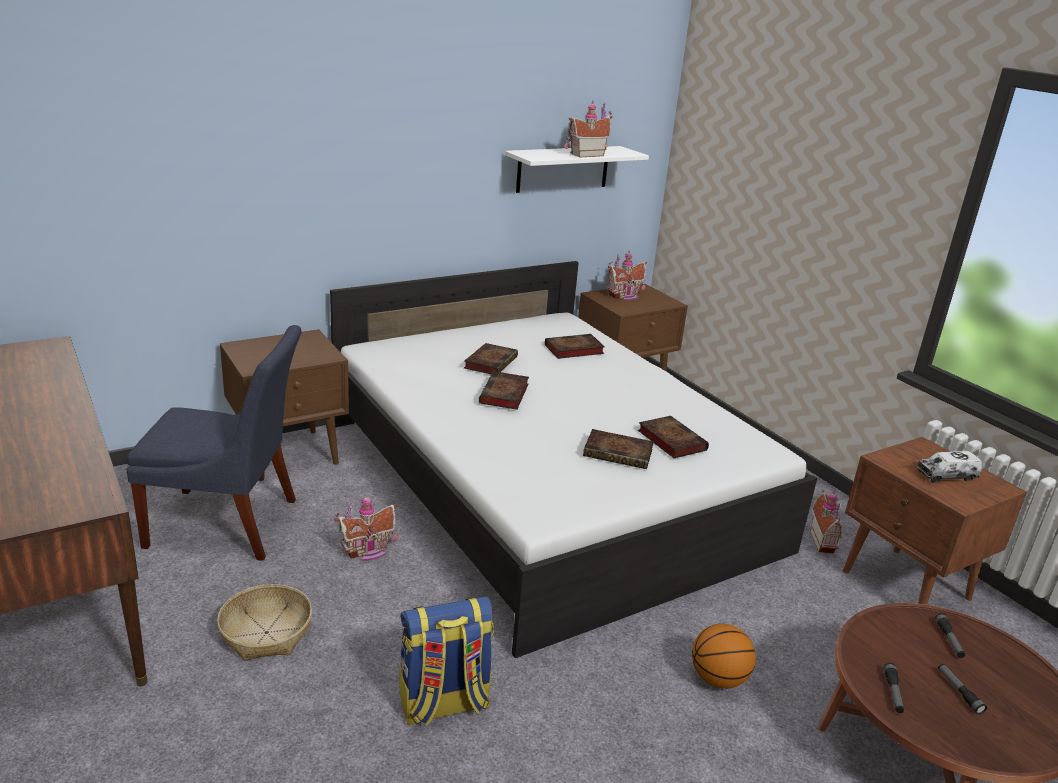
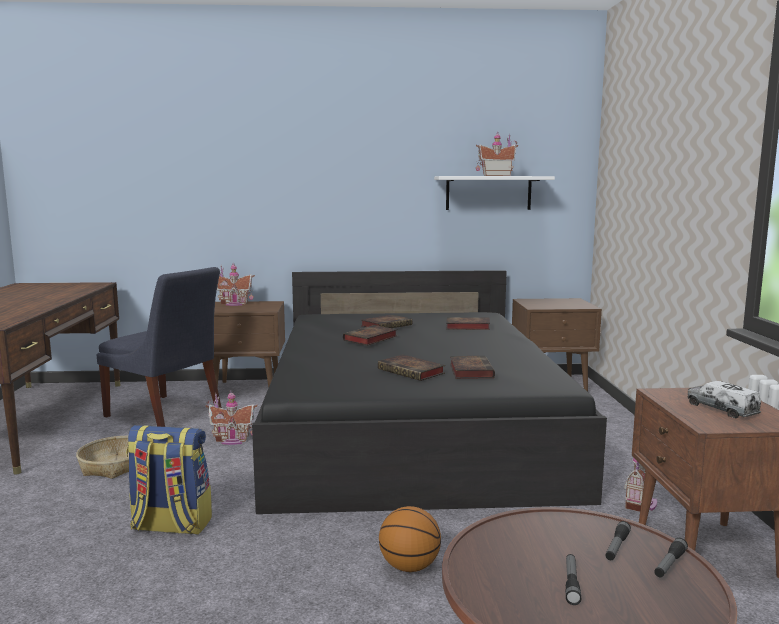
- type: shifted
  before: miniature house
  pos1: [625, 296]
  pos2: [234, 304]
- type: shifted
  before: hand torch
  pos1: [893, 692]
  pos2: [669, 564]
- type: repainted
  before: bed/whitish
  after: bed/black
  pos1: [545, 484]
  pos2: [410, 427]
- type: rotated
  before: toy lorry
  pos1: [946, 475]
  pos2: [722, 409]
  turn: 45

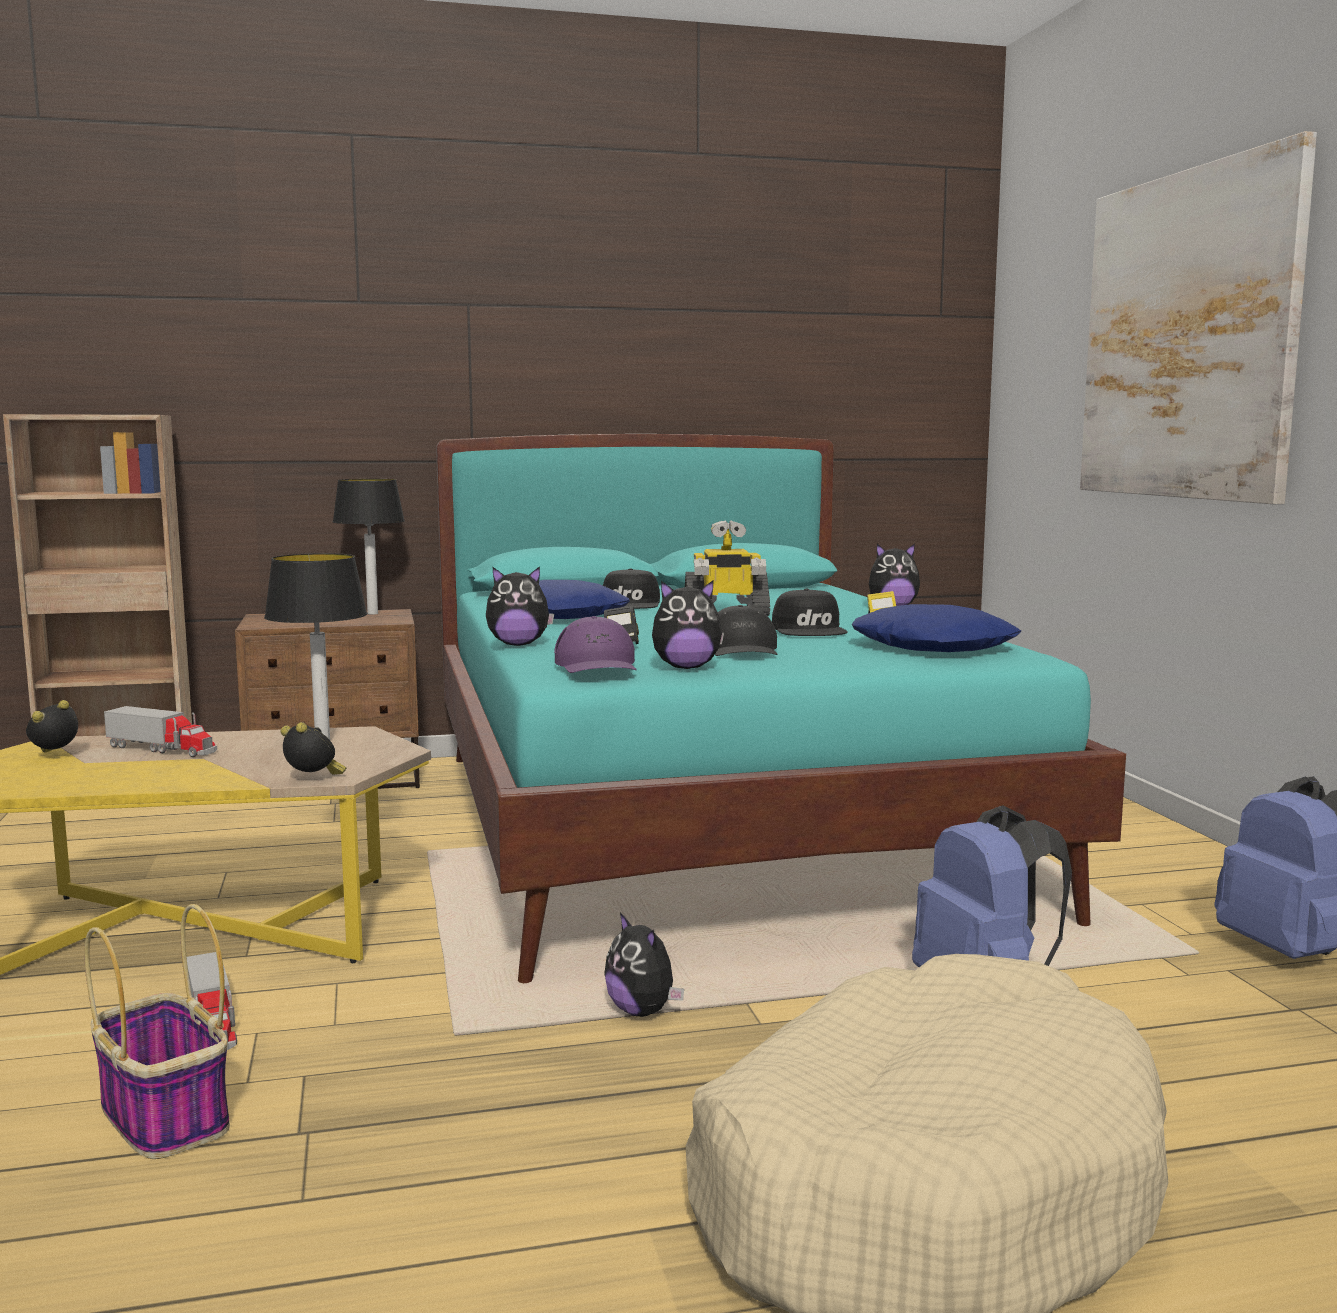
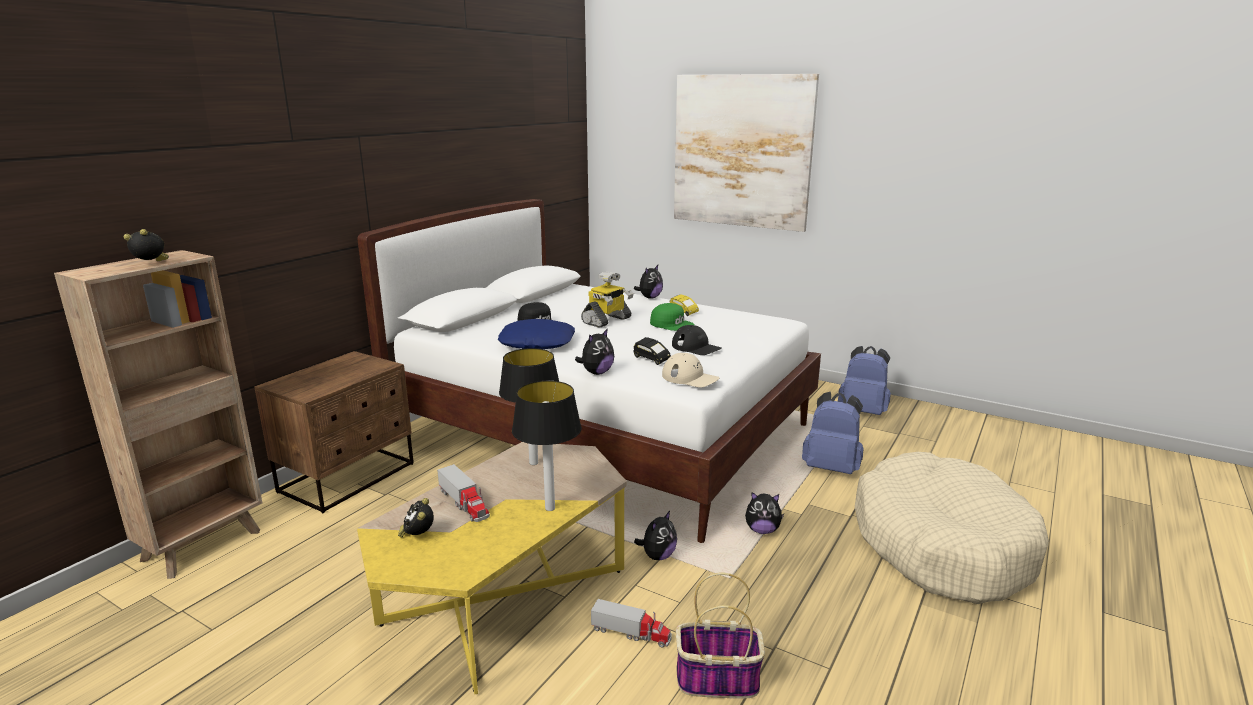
- type: gone
  before: cushion/bluish
  pos1: [934, 647]
- type: shifted
  before: alarm clock
  pos1: [313, 780]
  pos2: [152, 264]
- type: shifted
  before: lamp for a table
  pos1: [373, 613]
  pos2: [549, 508]
- type: shifted
  before: soft toy
  pos1: [686, 668]
  pos2: [657, 556]
- type: repainted
  before: bed/turquoise
  after: bed/whitish
  pos1: [711, 826]
  pos2: [603, 431]
- type: repainted
  before: cap/purplish
  after: cap/beige
  pos1: [597, 665]
  pos2: [690, 378]
- type: repainted
  before: cap/black
  after: cap/green
  pos1: [810, 630]
  pos2: [672, 324]
- type: rotated
  before: toy lorry
  pos1: [162, 749]
  pos2: [464, 503]
  turn: 75

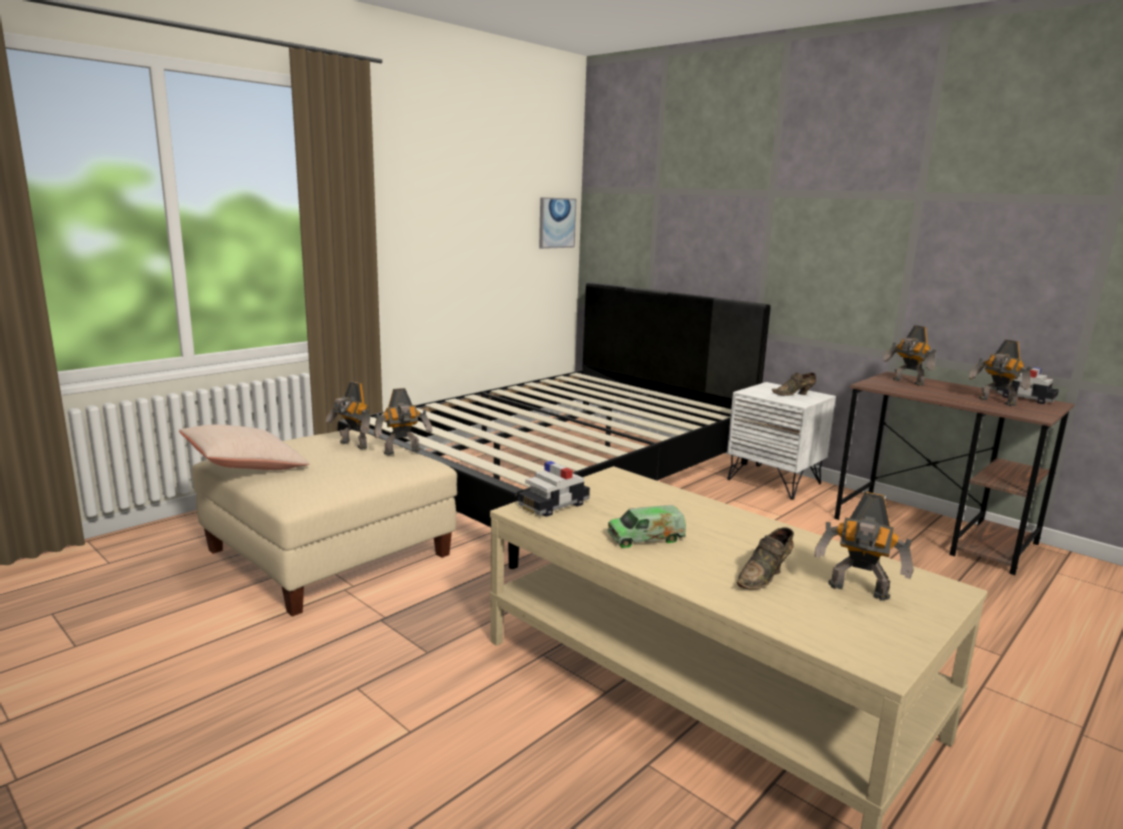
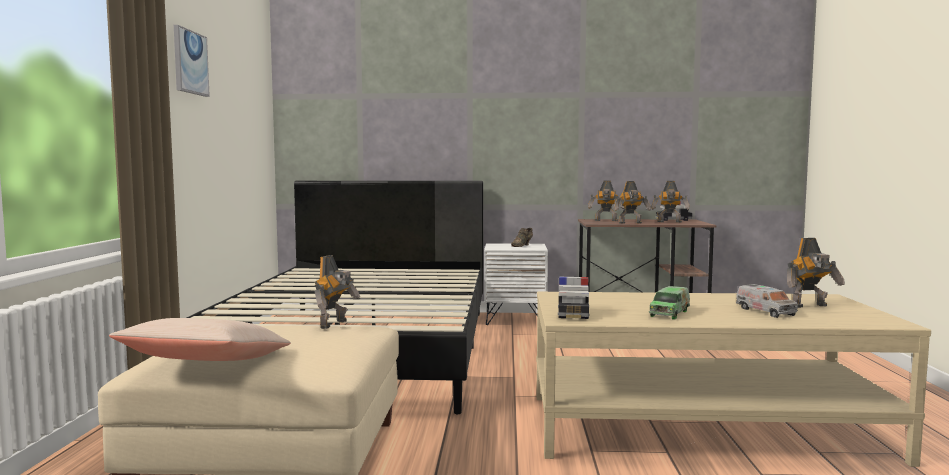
- type: shifted
  before: model robot
  pos1: [352, 445]
  pos2: [631, 223]
- type: shifted
  before: wall art
  pos1: [556, 223]
  pos2: [190, 62]
- type: swapped
  before: item of footwear/brown
  after: toy lorry
  pos1: [765, 577]
  pos2: [765, 311]

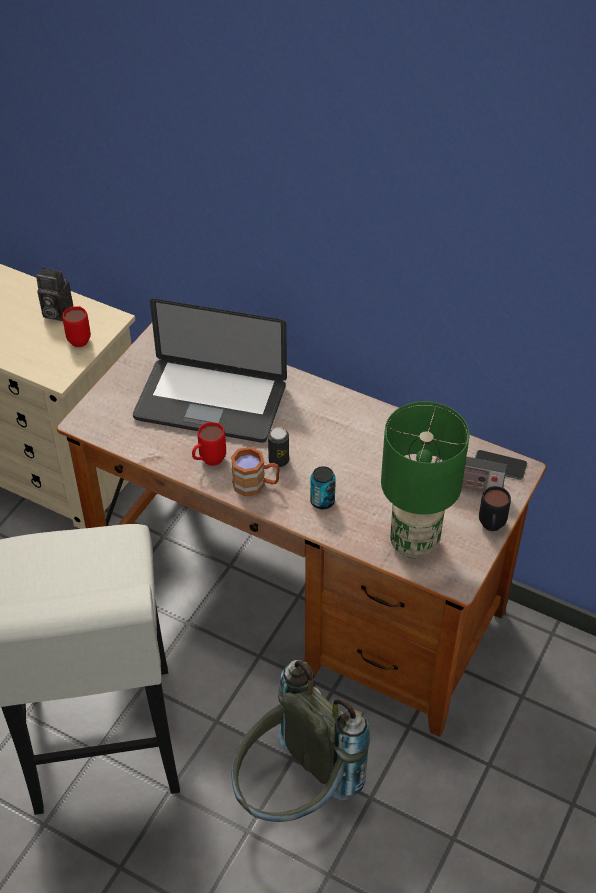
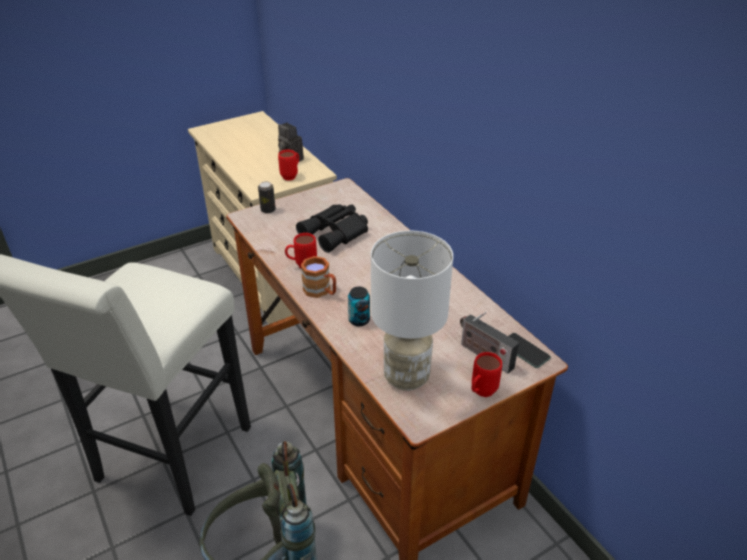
- type: shifted
  before: metal can
  pos1: [278, 460]
  pos2: [268, 210]
- type: swapped
  before: portable computer
  after: pair of binoculars/black
  pos1: [210, 402]
  pos2: [336, 233]
- type: repainted
  before: lamp for a table/green
  after: lamp for a table/whitish
  pos1: [414, 541]
  pos2: [406, 376]
- type: repainted
  before: tea mug/black
  after: tea mug/red
  pos1: [491, 528]
  pos2: [480, 393]

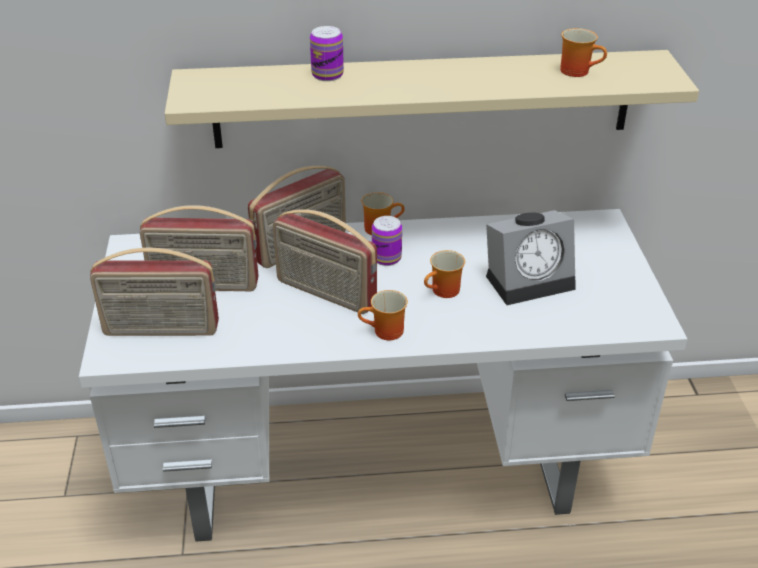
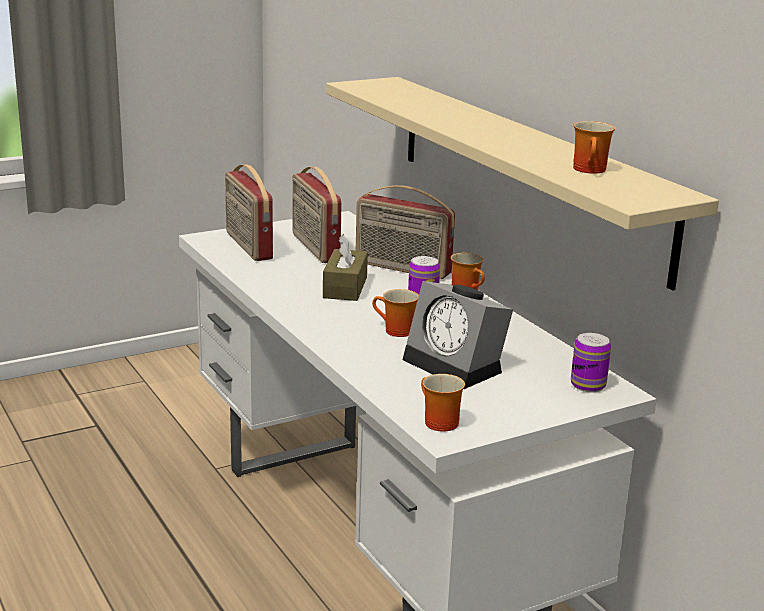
- type: shifted
  before: metal can
  pos1: [327, 75]
  pos2: [588, 385]
- type: shifted
  before: tea mug
  pos1: [385, 333]
  pos2: [436, 422]
- type: swapped
  before: radio set
  after: tissue holder/brown
  pos1: [325, 293]
  pos2: [345, 287]

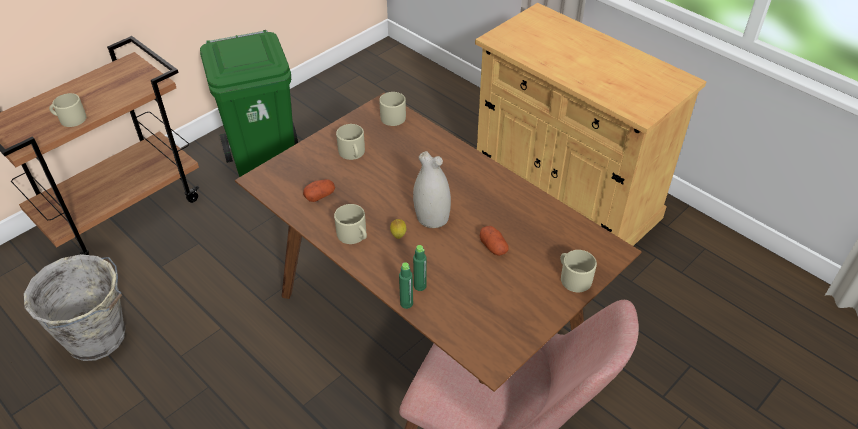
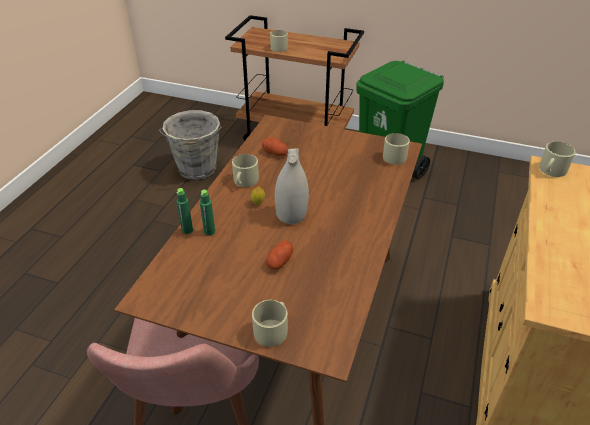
- type: shifted
  before: tea mug/beige
  pos1: [352, 153]
  pos2: [551, 170]

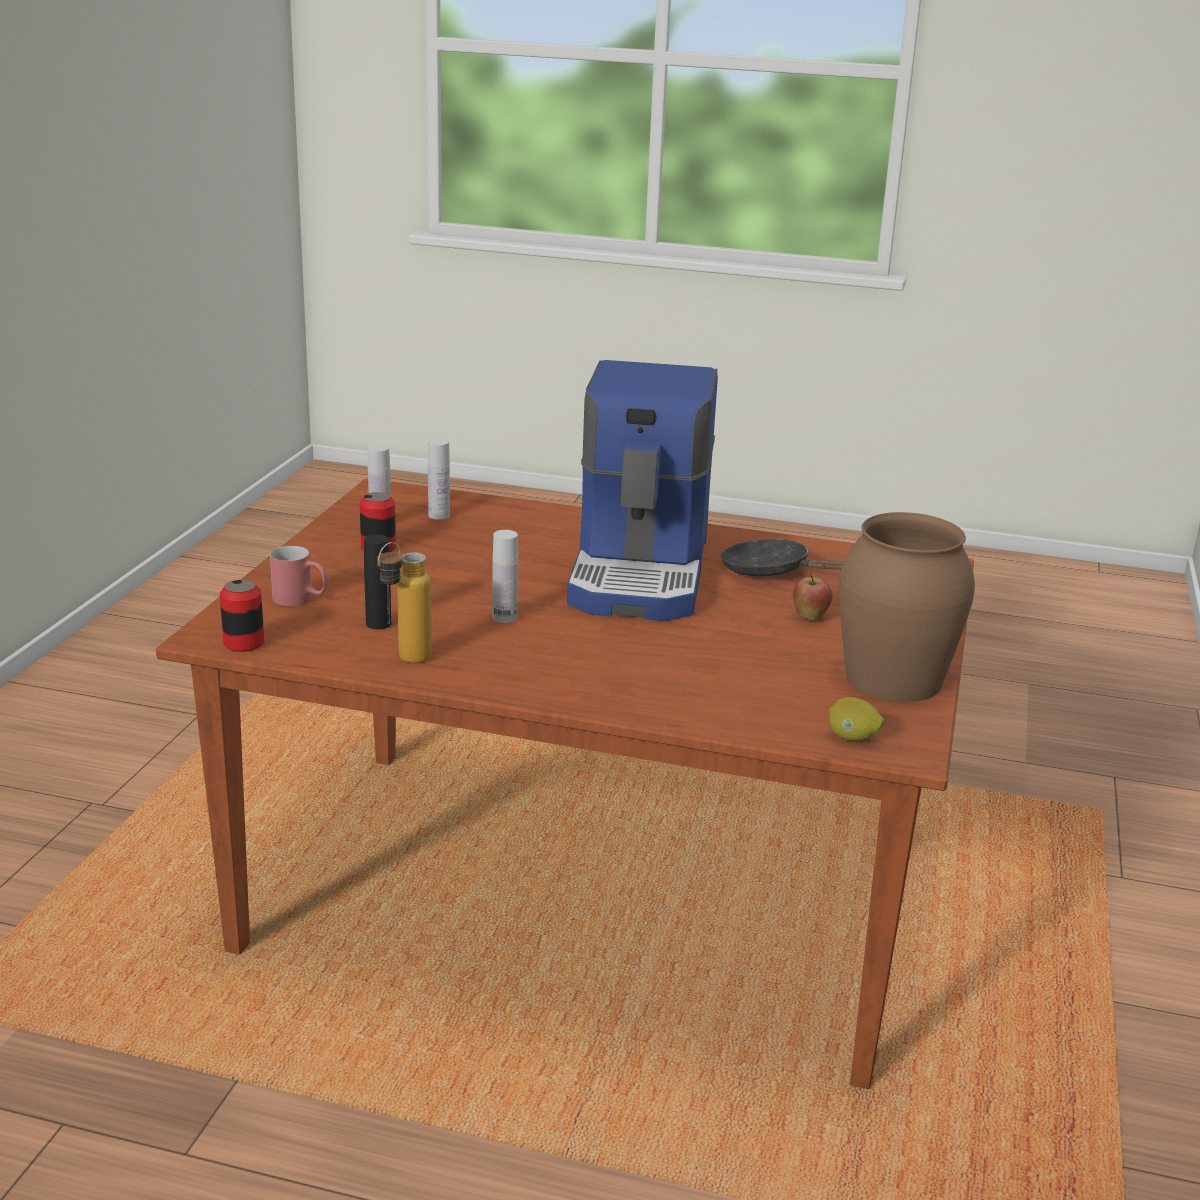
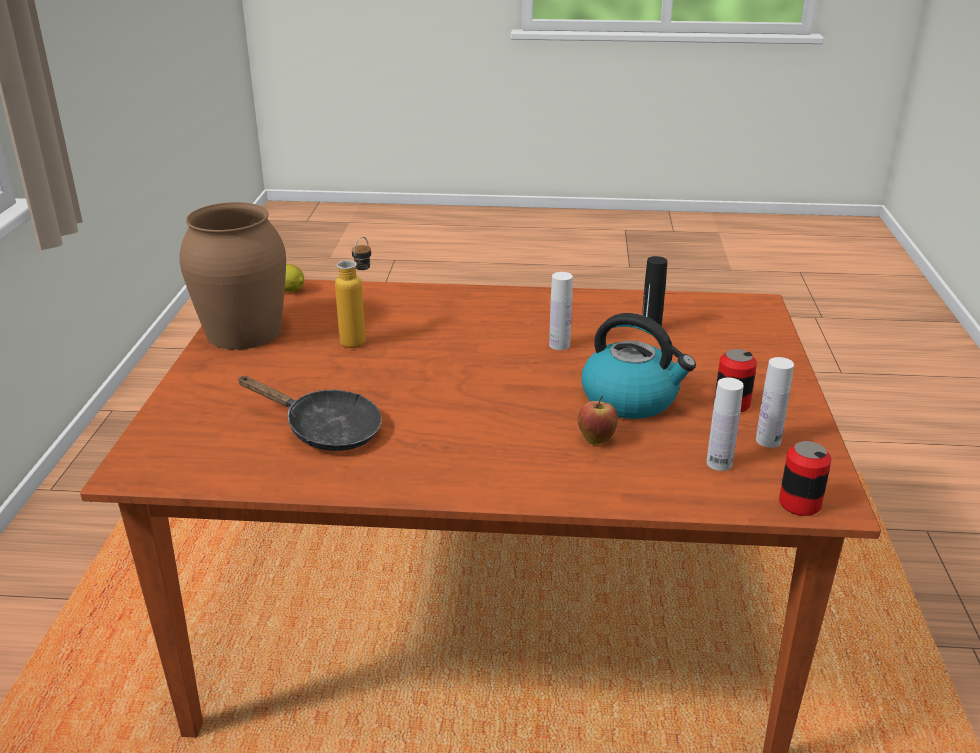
- type: gone
  before: tea mug/red
  pos1: [301, 600]
- type: gone
  before: coffee maker
  pos1: [642, 572]
- type: new
  after: tea kettle
  pos2: [631, 399]
- type: shifted
  before: metal can
  pos1: [244, 643]
  pos2: [799, 504]
- type: shifted
  before: drink bottle
  pos1: [404, 661]
  pos2: [359, 338]
- type: shifted
  before: apple
  pos1: [810, 618]
  pos2: [596, 440]

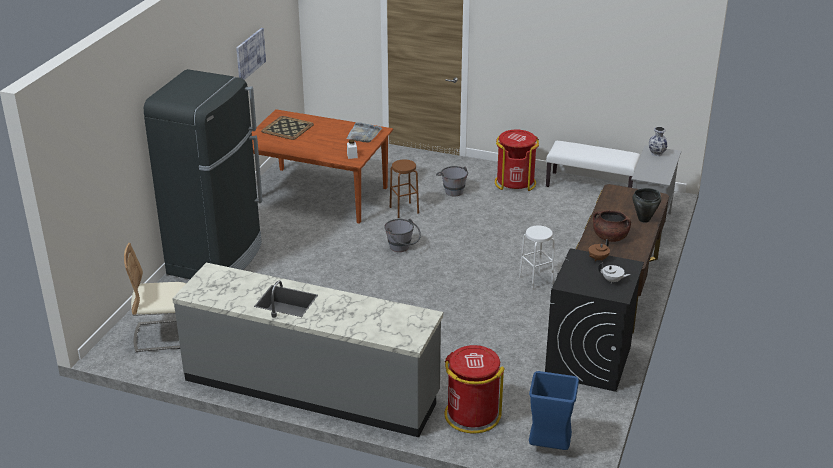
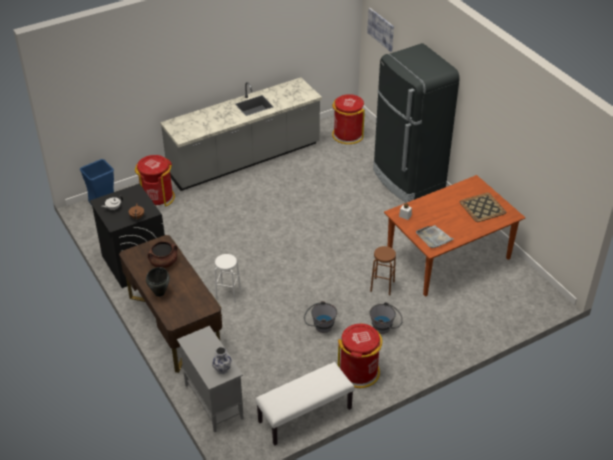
- type: shifted
  before: wall art
  pos1: [250, 54]
  pos2: [381, 29]
- type: shifted
  before: pail/greyish
  pos1: [402, 248]
  pos2: [320, 327]
- type: swapped
  before: chair/beige
  after: trash can/red
  pos1: [164, 336]
  pos2: [347, 135]

